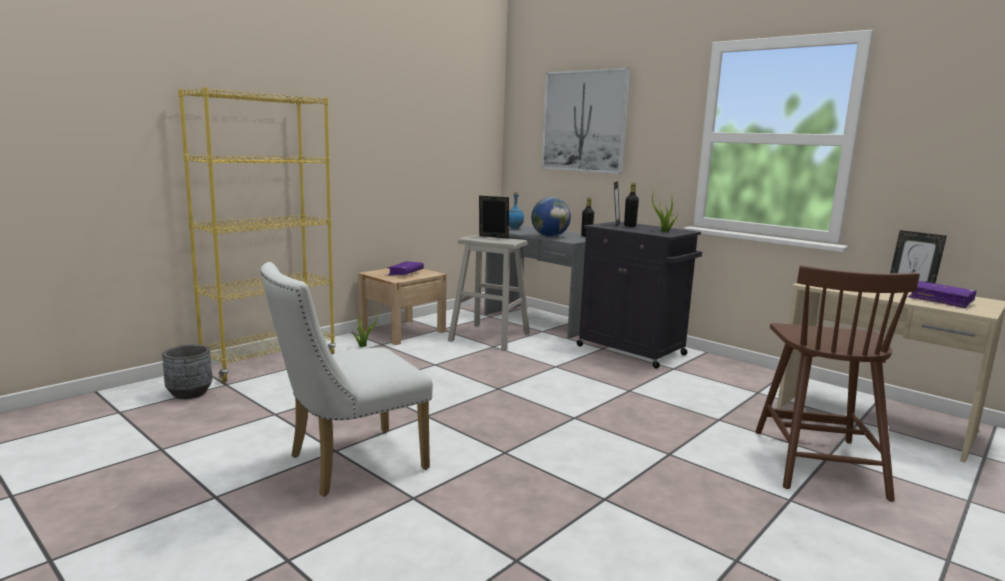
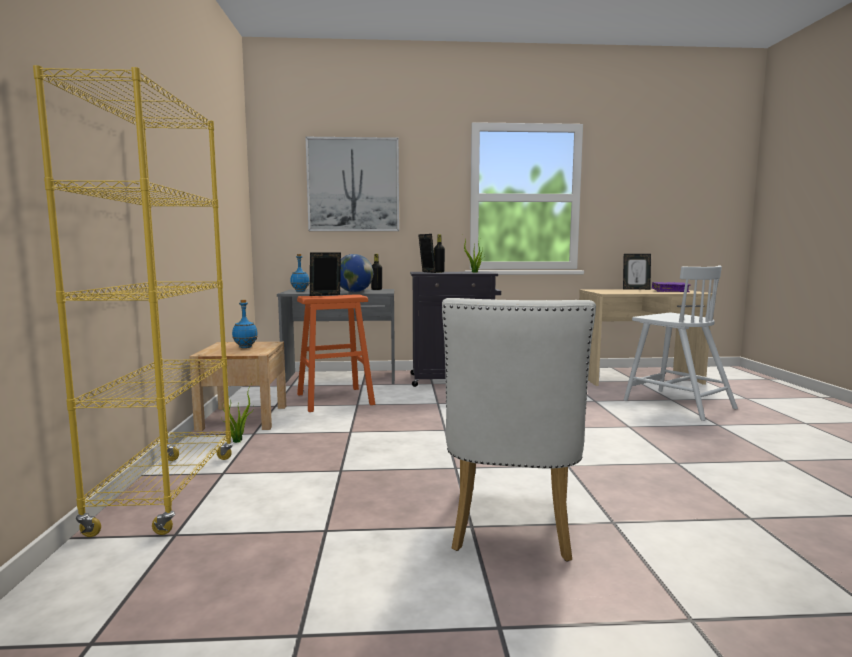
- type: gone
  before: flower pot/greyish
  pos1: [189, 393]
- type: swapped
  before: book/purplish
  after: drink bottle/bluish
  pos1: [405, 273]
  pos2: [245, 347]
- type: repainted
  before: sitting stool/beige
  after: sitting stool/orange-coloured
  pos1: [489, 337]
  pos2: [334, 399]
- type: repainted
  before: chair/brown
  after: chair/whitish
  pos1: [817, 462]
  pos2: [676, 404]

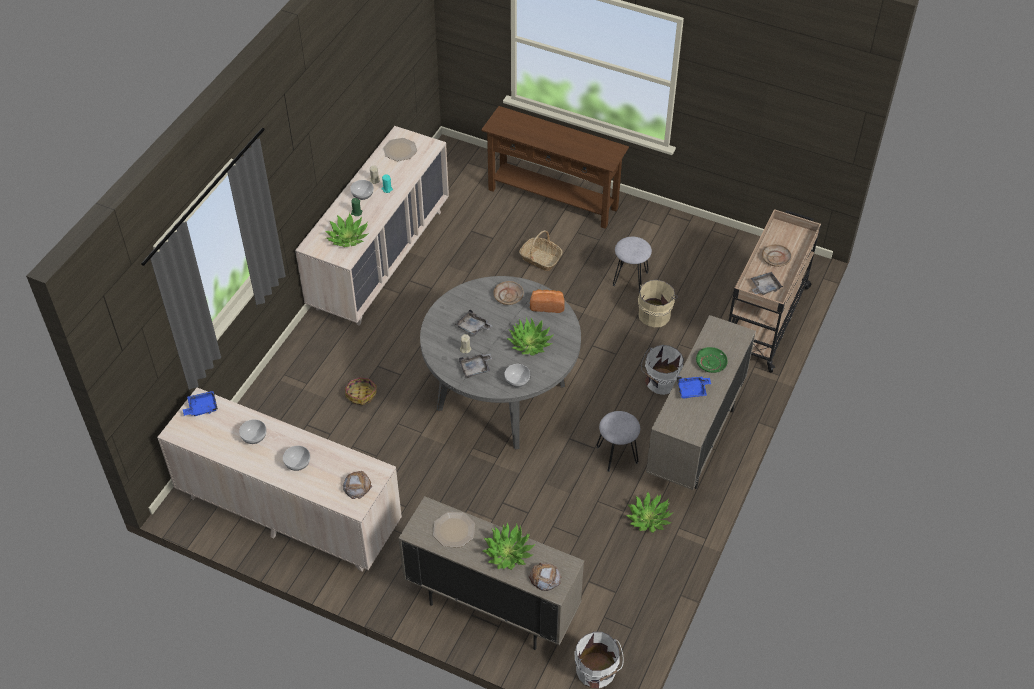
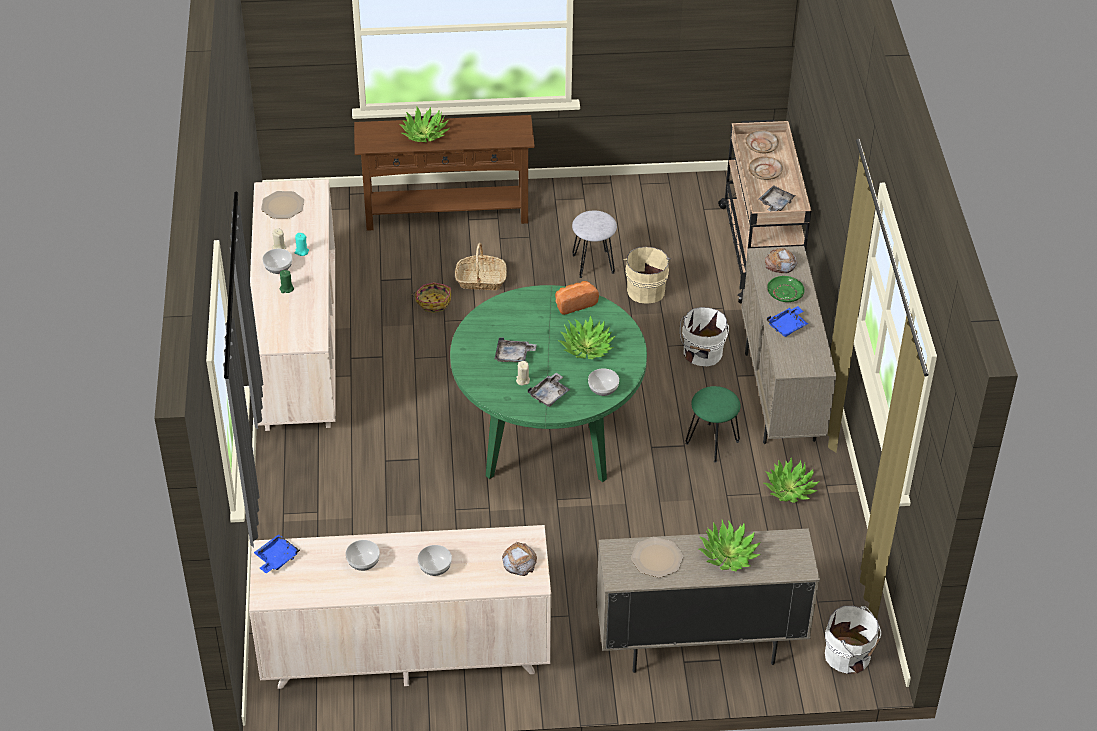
- type: shifted
  before: potted plant
  pos1: [347, 238]
  pos2: [424, 134]
- type: shifted
  before: storage basket
  pos1: [361, 394]
  pos2: [433, 302]
- type: shifted
  before: plate/beige
  pos1: [508, 296]
  pos2: [761, 146]
- type: shifted
  before: bakery bread
  pos1: [545, 578]
  pos2: [780, 264]
- type: repainted
  before: dining table/greyish
  after: dining table/green
  pos1: [501, 397]
  pos2: [547, 436]
- type: repainted
  before: sitting stool/greyish
  after: sitting stool/green
  pos1: [617, 455]
  pos2: [712, 442]

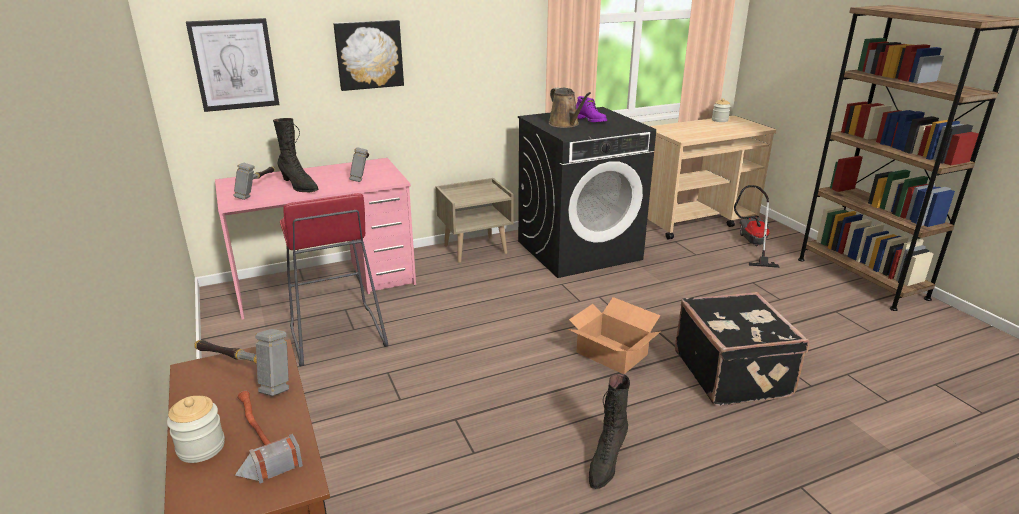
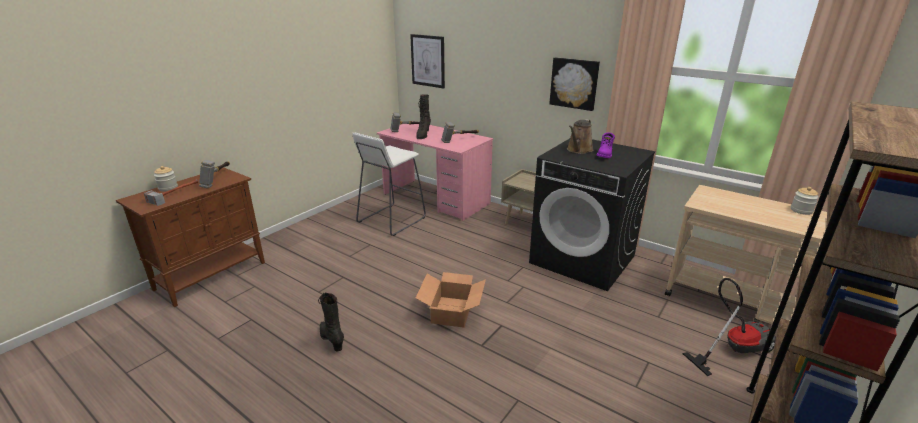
- type: gone
  before: travel case/black
  pos1: [733, 373]
- type: shifted
  before: wall art
  pos1: [369, 54]
  pos2: [574, 83]
- type: repainted
  before: sitting stool/red
  after: sitting stool/whitish
  pos1: [336, 335]
  pos2: [391, 220]
- type: rotated
  before: high-top boot/black
  pos1: [606, 463]
  pos2: [332, 339]
  turn: 60

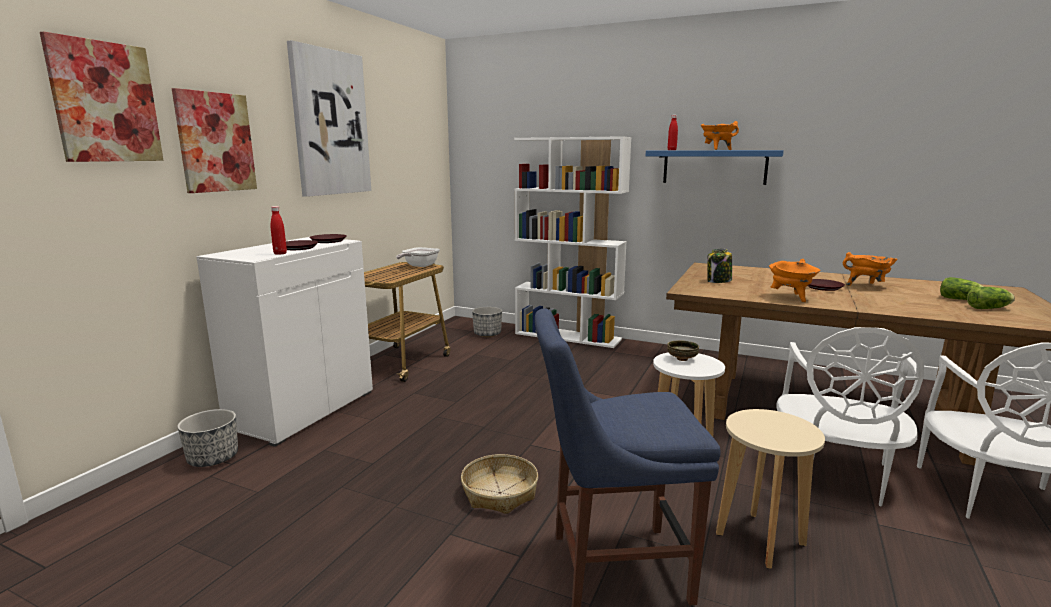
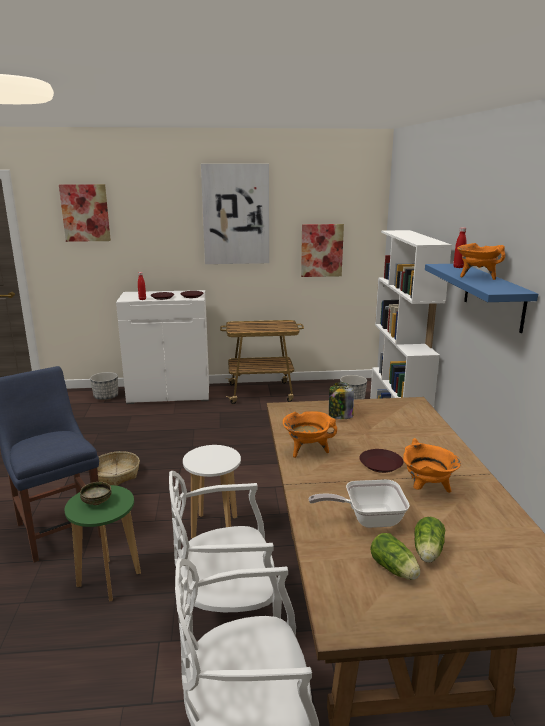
- type: shifted
  before: wall art
  pos1: [215, 142]
  pos2: [321, 250]
- type: shifted
  before: frying pan
  pos1: [419, 266]
  pos2: [367, 519]
- type: shifted
  before: bowl
  pos1: [682, 359]
  pos2: [96, 502]
- type: repainted
  before: sitting stool/beige
  after: sitting stool/green
  pos1: [760, 540]
  pos2: [109, 579]

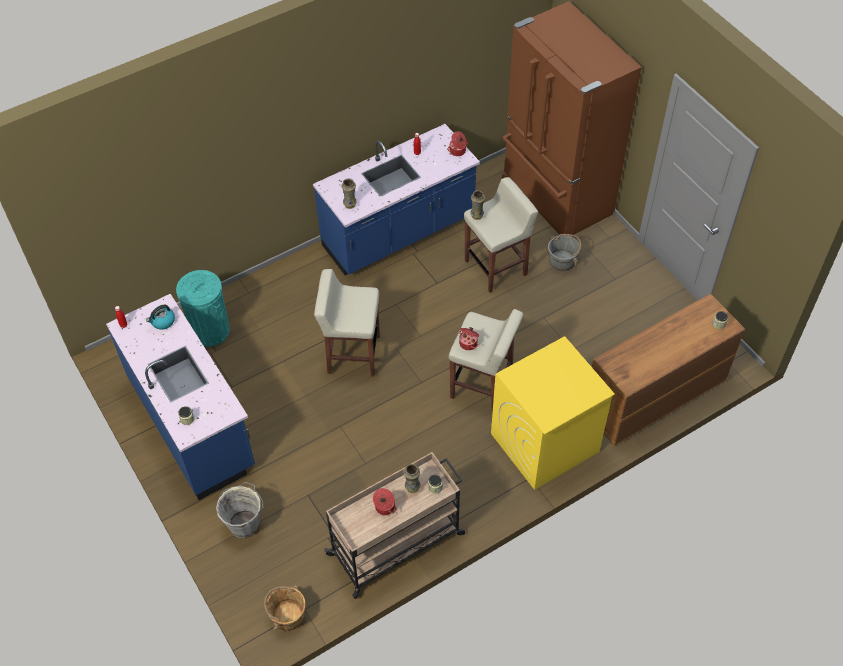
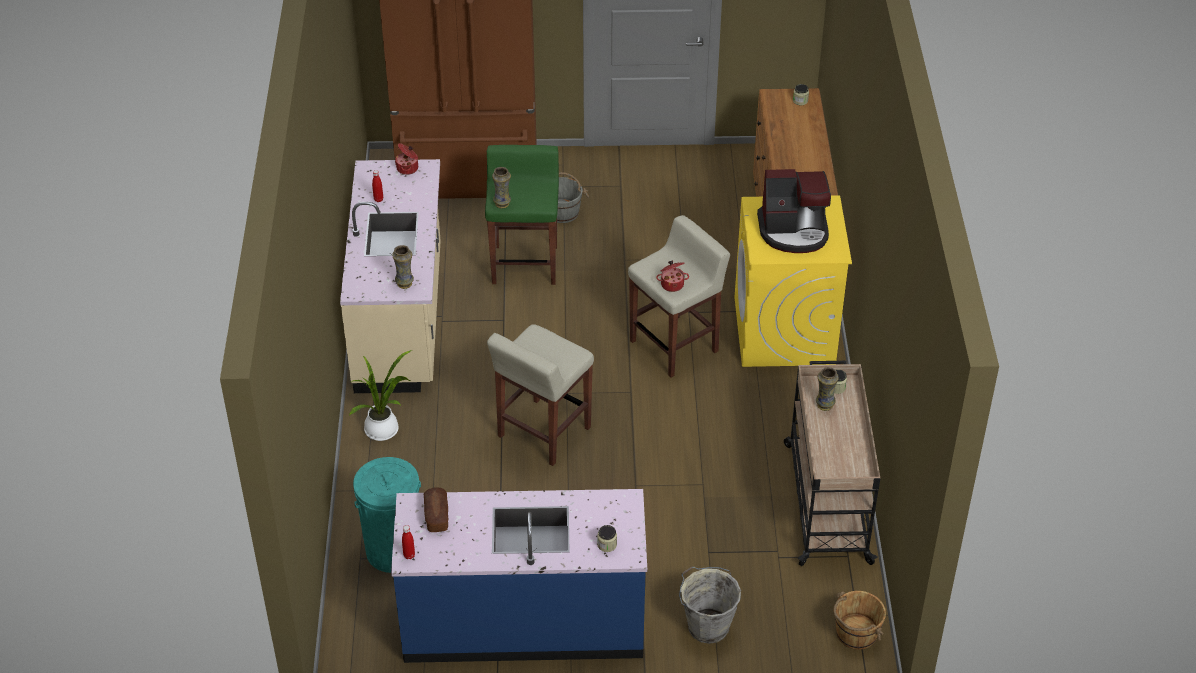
- type: gone
  before: saucepot
  pos1: [384, 507]
- type: new
  after: potted plant
  pos2: [384, 430]
- type: new
  after: coffee maker
  pos2: [794, 231]
- type: swapped
  before: tea kettle
  after: bakery bread
  pos1: [162, 322]
  pos2: [436, 515]
- type: repainted
  before: counter/bluish
  after: counter/beige
  pos1: [399, 233]
  pos2: [401, 320]
- type: repainted
  before: sitting stool/beige
  after: sitting stool/green
  pos1: [497, 267]
  pos2: [525, 264]

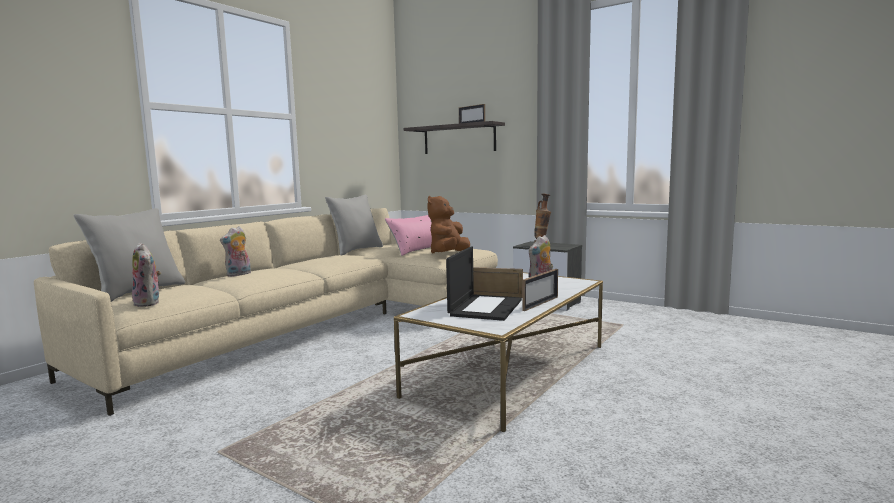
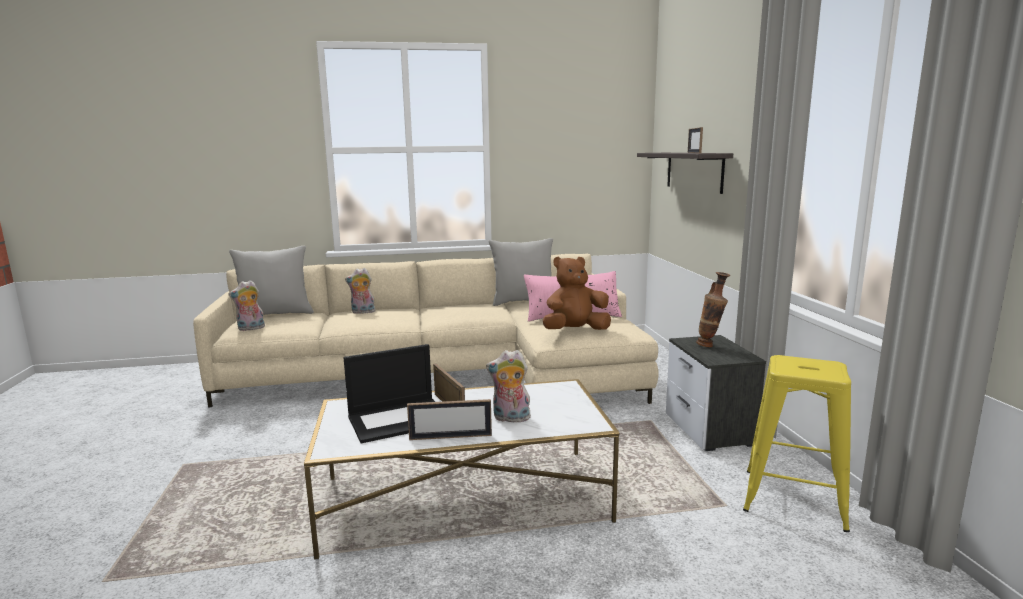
- type: new
  after: sitting stool/yellow
  pos2: [793, 499]
- type: rotated
  before: soft toy
  pos1: [149, 303]
  pos2: [250, 329]
  turn: 60

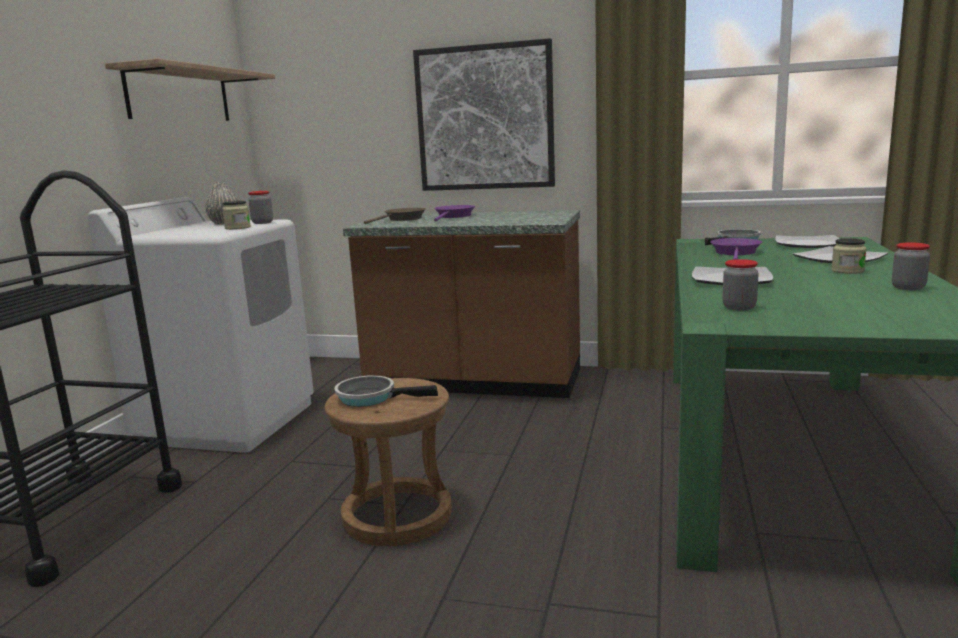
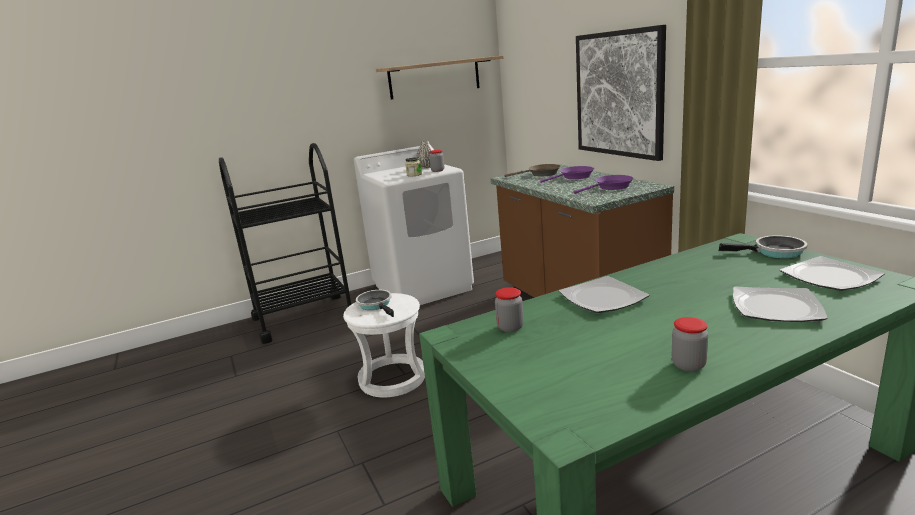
- type: gone
  before: storage jar
  pos1: [847, 271]
- type: shifted
  before: frying pan/purplish
  pos1: [736, 253]
  pos2: [611, 187]
- type: repainted
  before: sitting stool/brown
  after: sitting stool/whitish
  pos1: [397, 515]
  pos2: [392, 378]

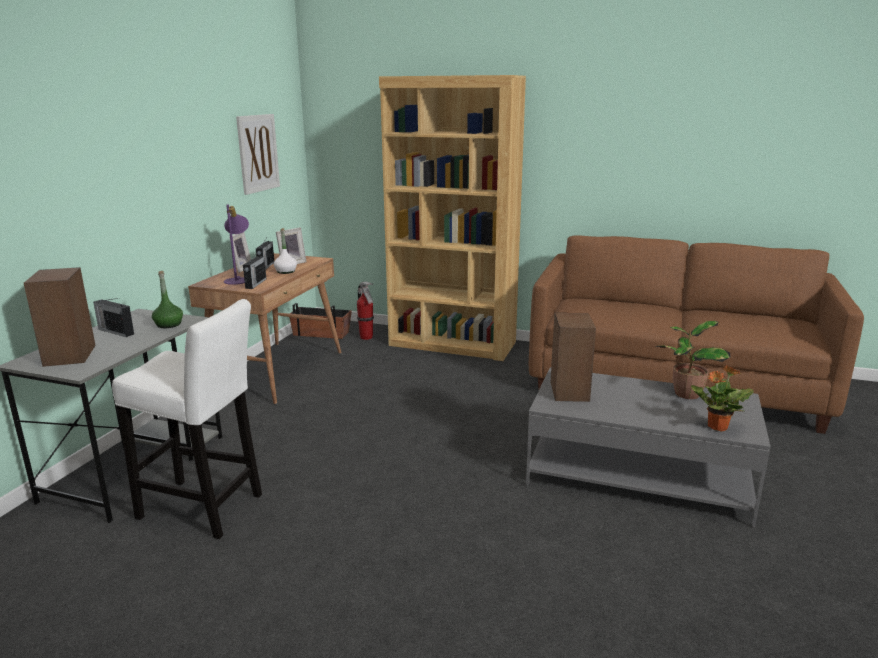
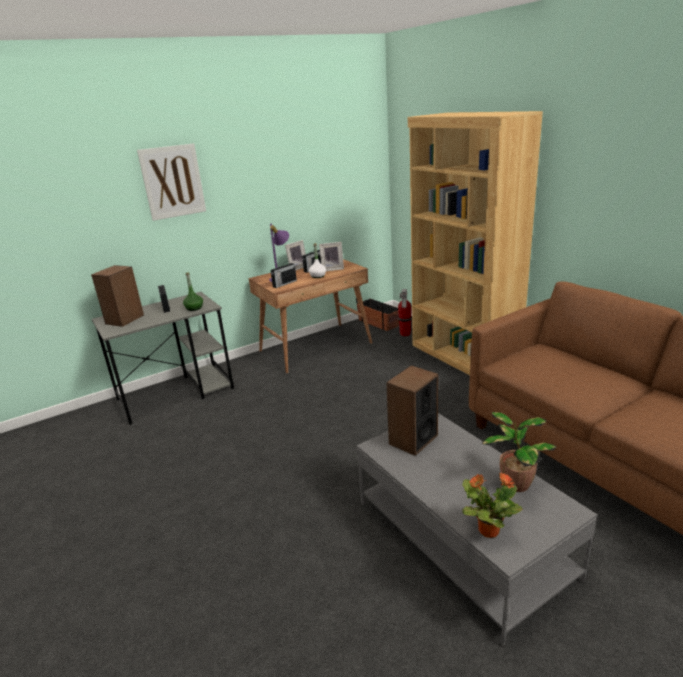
- type: gone
  before: sitting stool/whitish
  pos1: [205, 509]
- type: shifted
  before: wall art
  pos1: [258, 153]
  pos2: [172, 182]

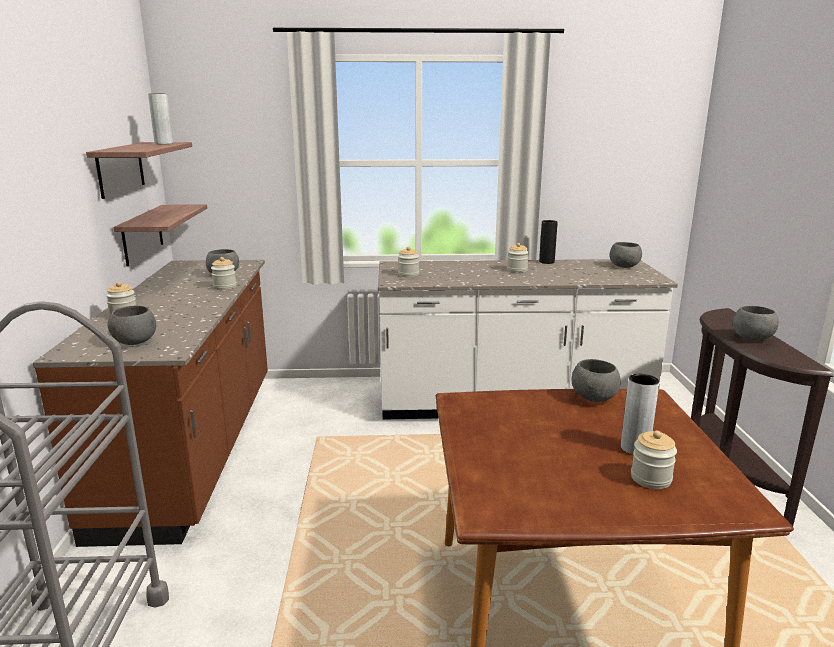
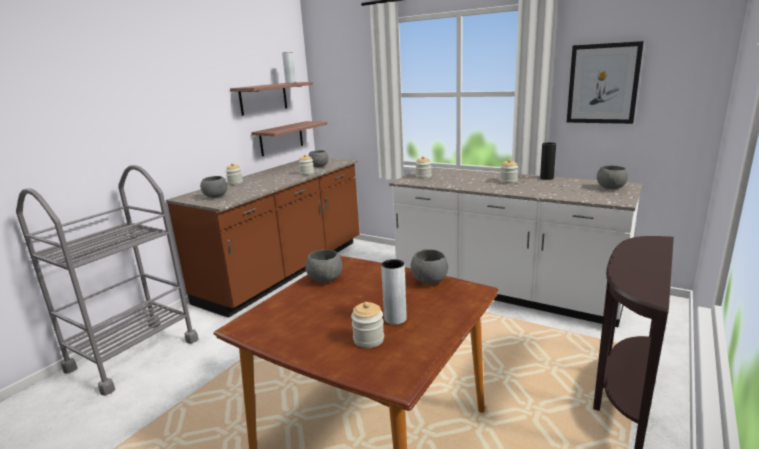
- type: new
  after: wall art
  pos2: [603, 84]
- type: shifted
  before: bowl/greyish
  pos1: [752, 339]
  pos2: [325, 280]

